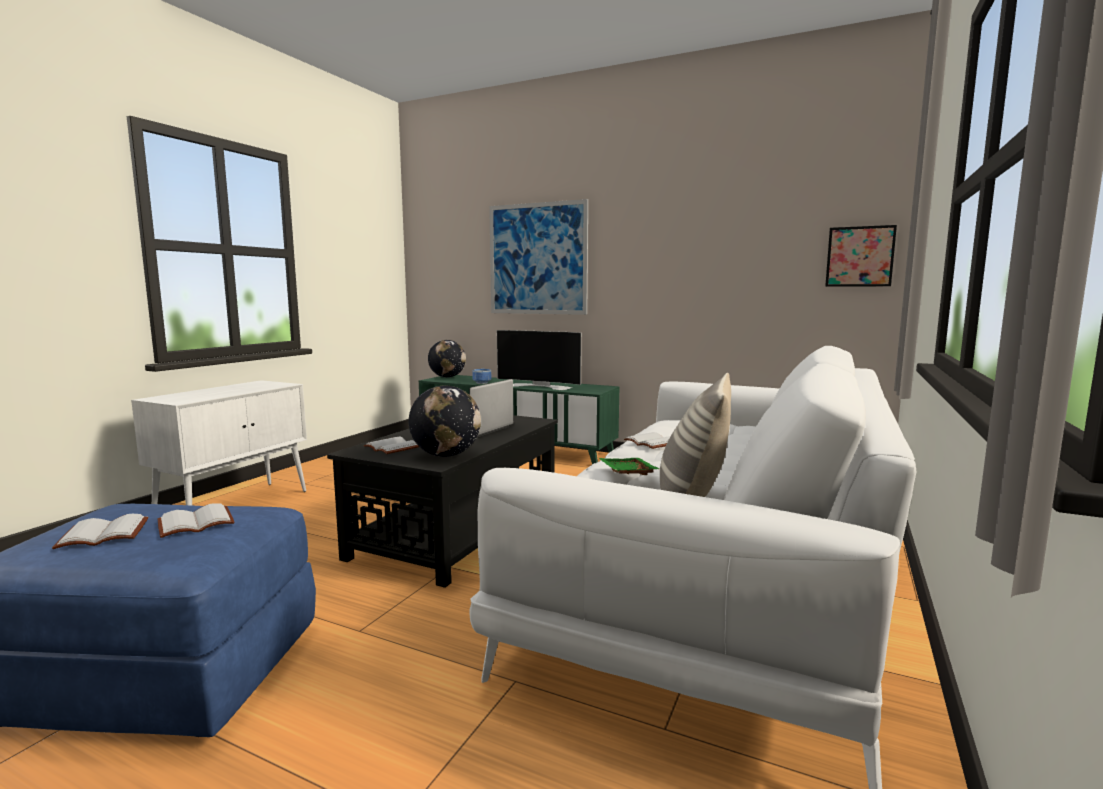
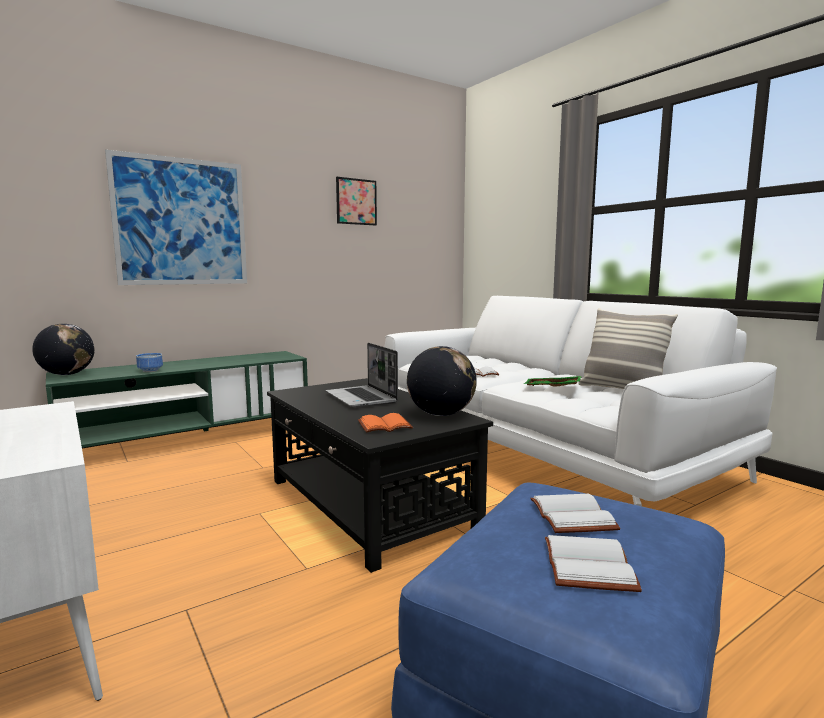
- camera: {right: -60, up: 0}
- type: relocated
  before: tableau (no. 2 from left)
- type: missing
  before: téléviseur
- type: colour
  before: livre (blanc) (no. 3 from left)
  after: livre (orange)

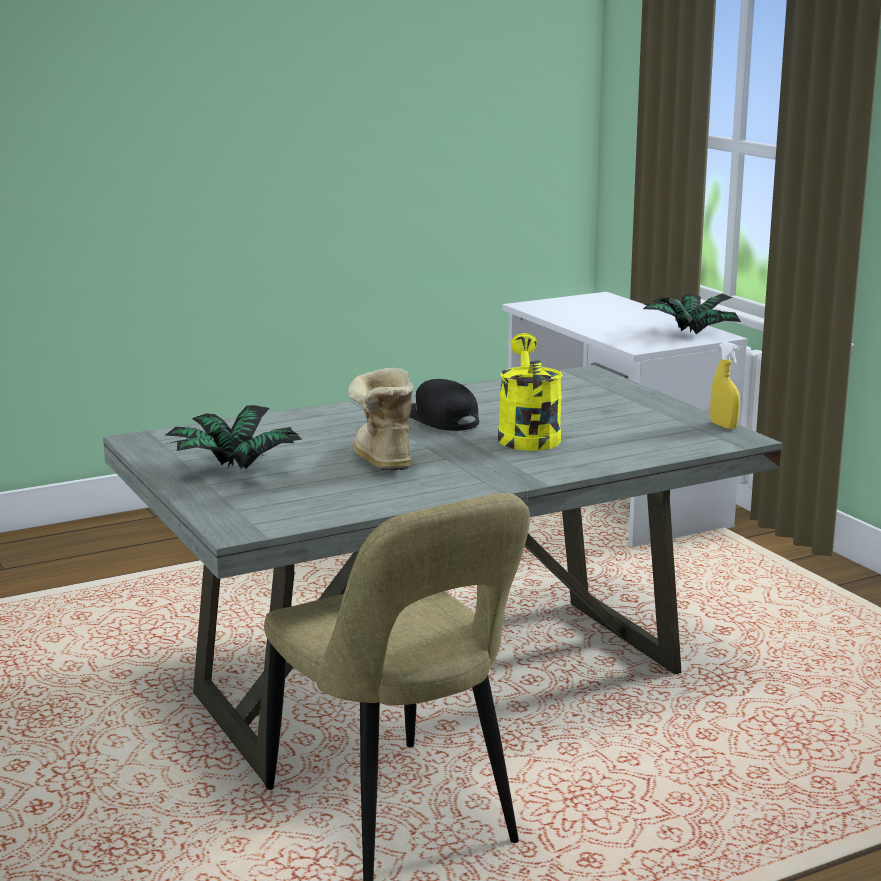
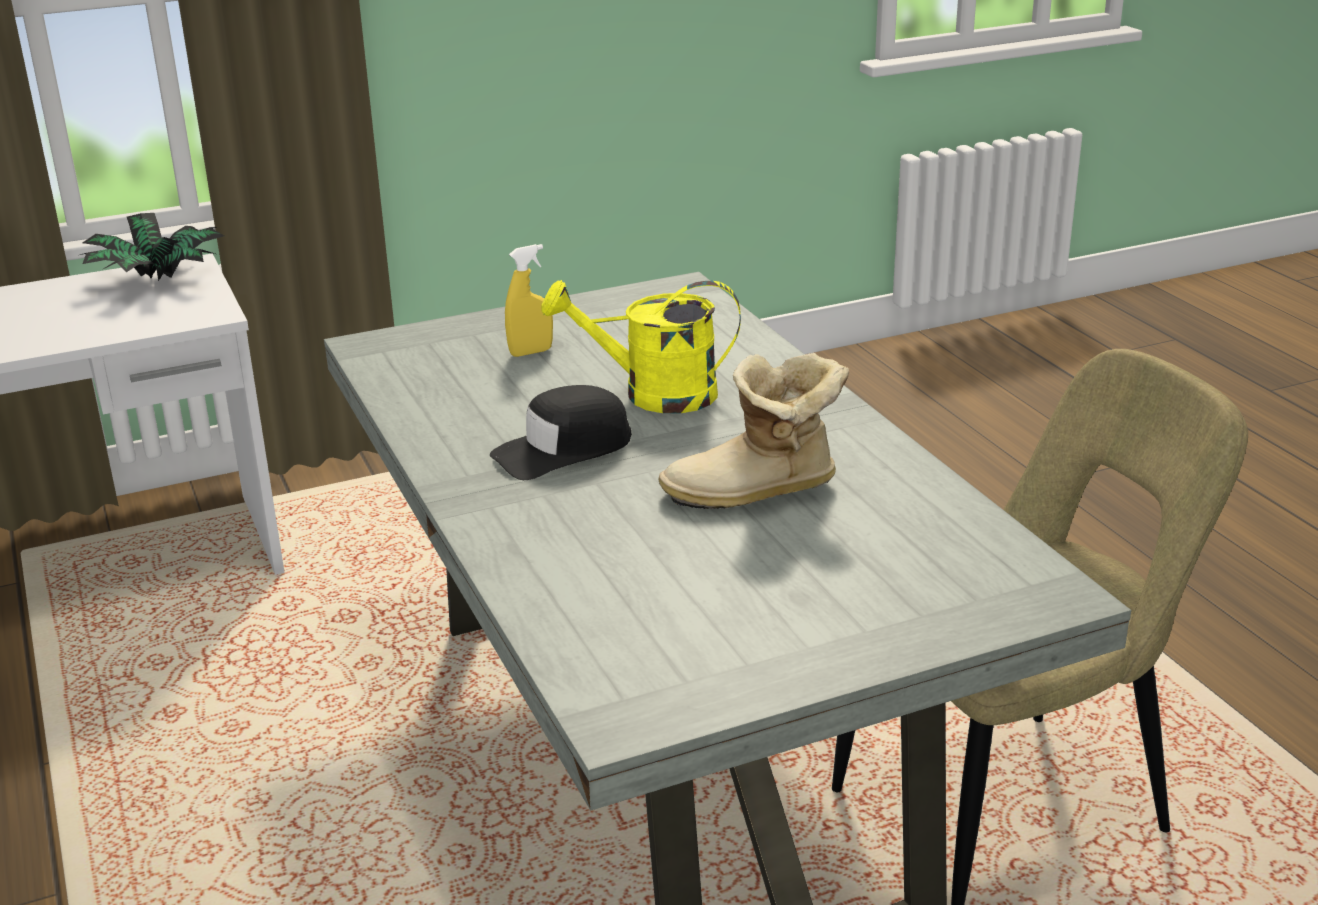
- camera: {right: -85, up: 10}
- type: relocated
  before: vaporisateur (jaune)
- type: missing
  before: plante en pot (no. 1 from left)

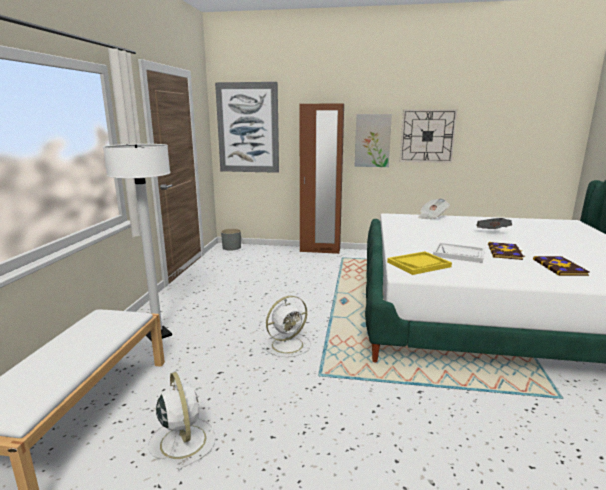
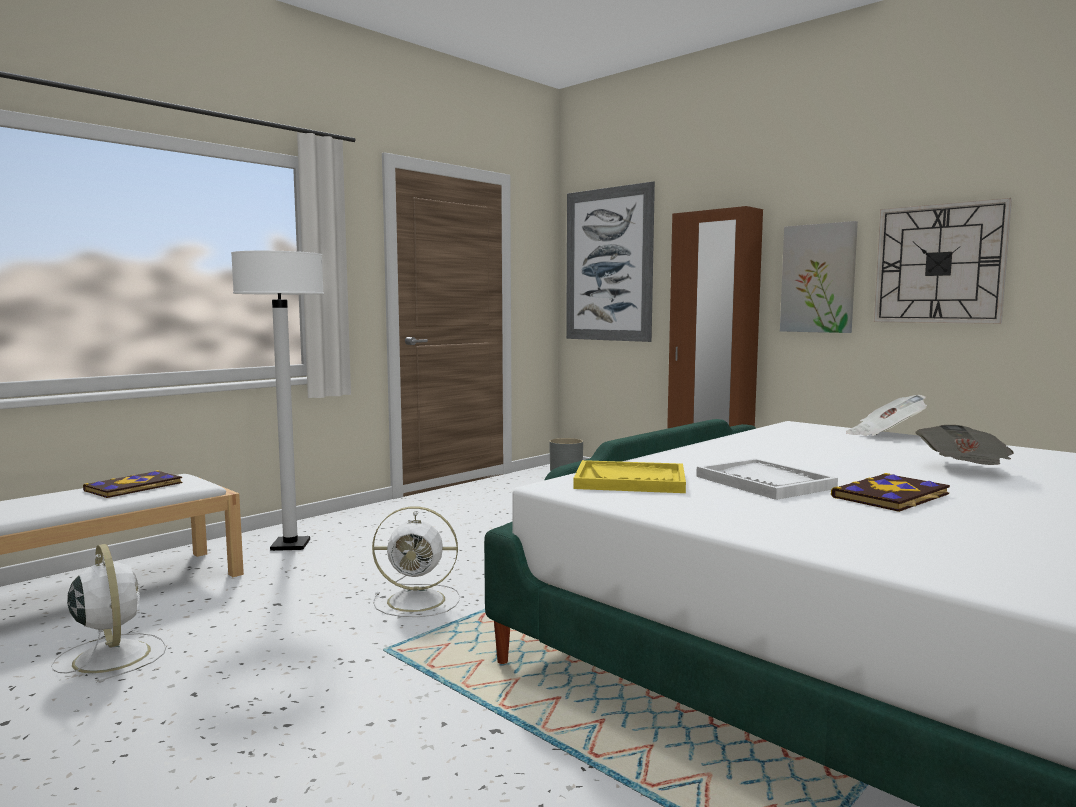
- camera: {right: 35, up: -10}
- type: relocated
  before: livre (no. 2 from left in the first image)
  after: livre (no. 1 from left)
- type: spun
  before: ventilateur (blanc) (no. 1 from left)
  turn: -45

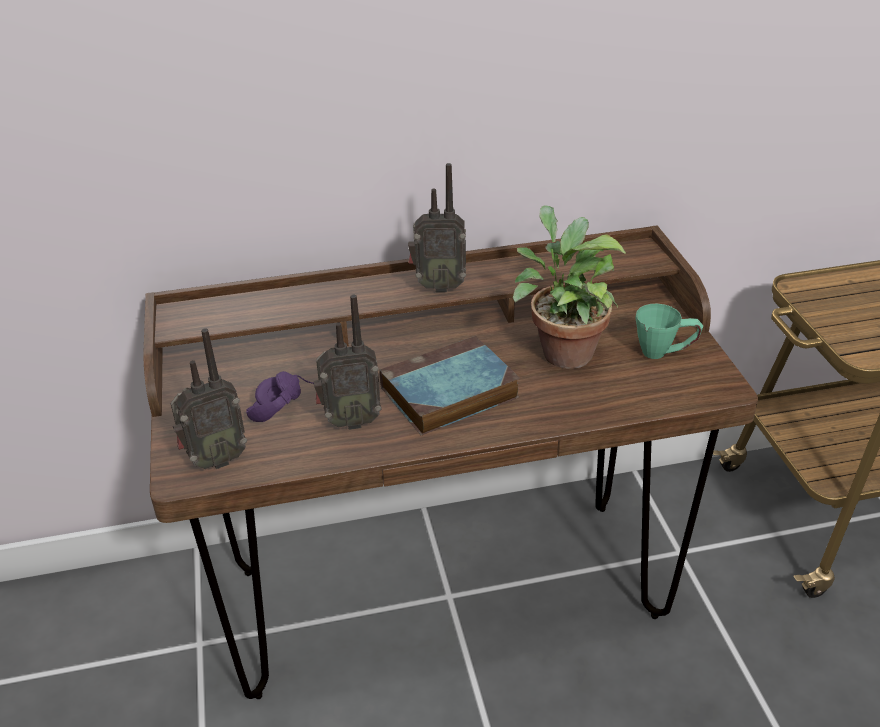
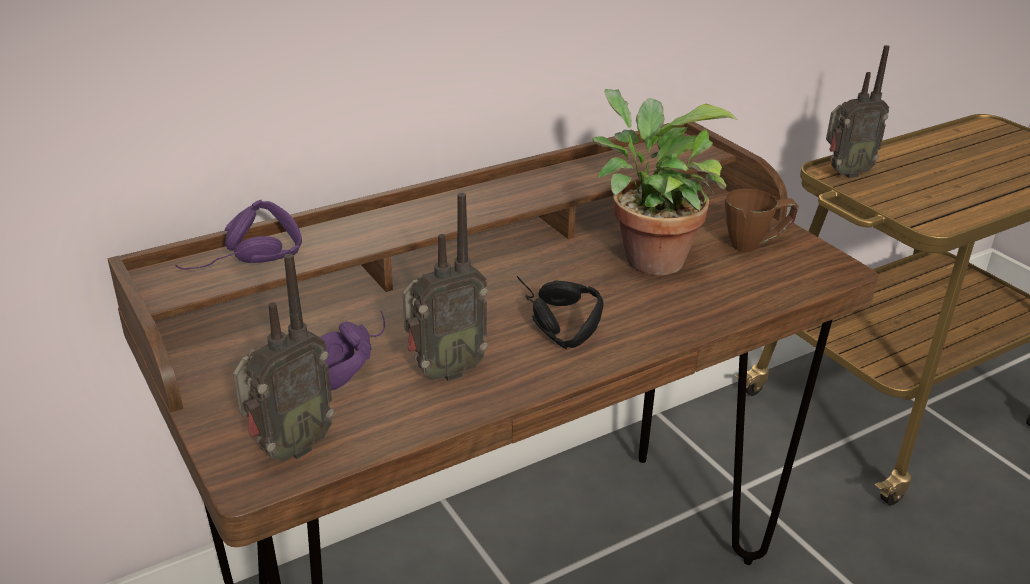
- camera: {right: -20, up: -5}
- type: relocated
  before: radio (no. 3 from left)
- type: colour
  before: mug (vert)
  after: mug (marron)
- type: exchanged
  before: livre
  after: casque audio (noir)
- type: appeared
  after: casque audio (violet) (no. 1 from left)

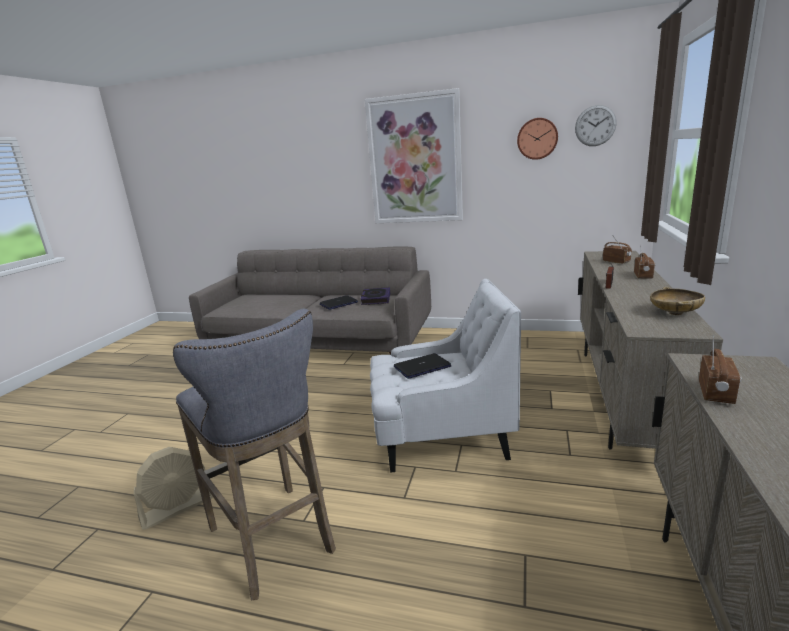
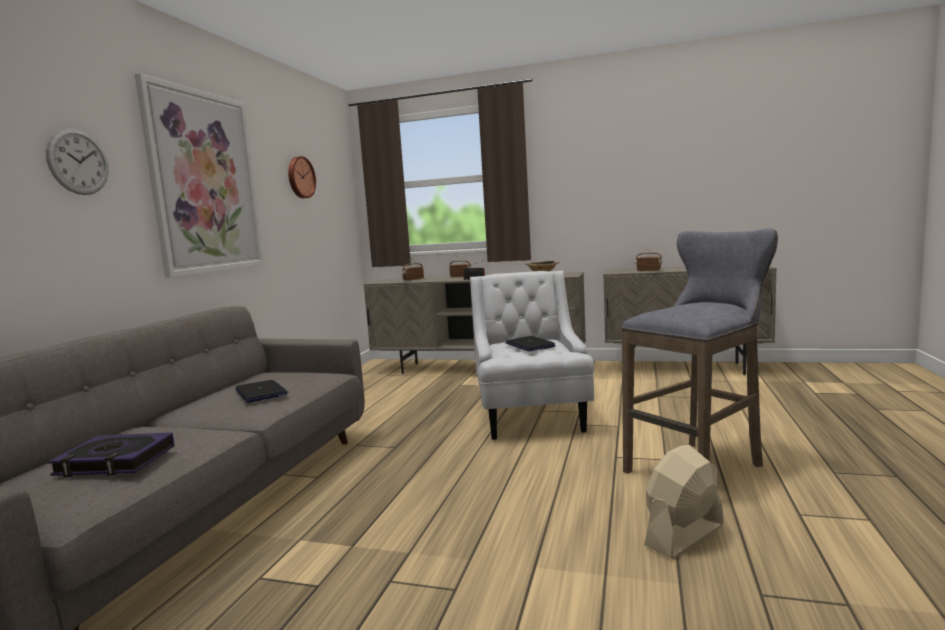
- camera: {right: -90, up: -10}
- type: relocated
  before: horloge murale (no. 2 from left in the first image)
  after: horloge murale (no. 1 from left)
- type: relocated
  before: livre
- type: spun
  before: ventilateur (beige)
  turn: -90

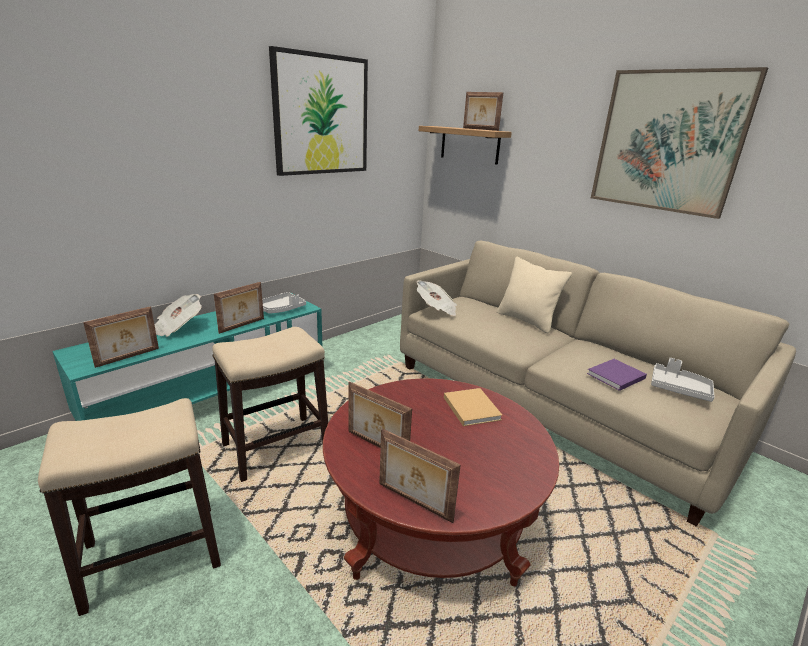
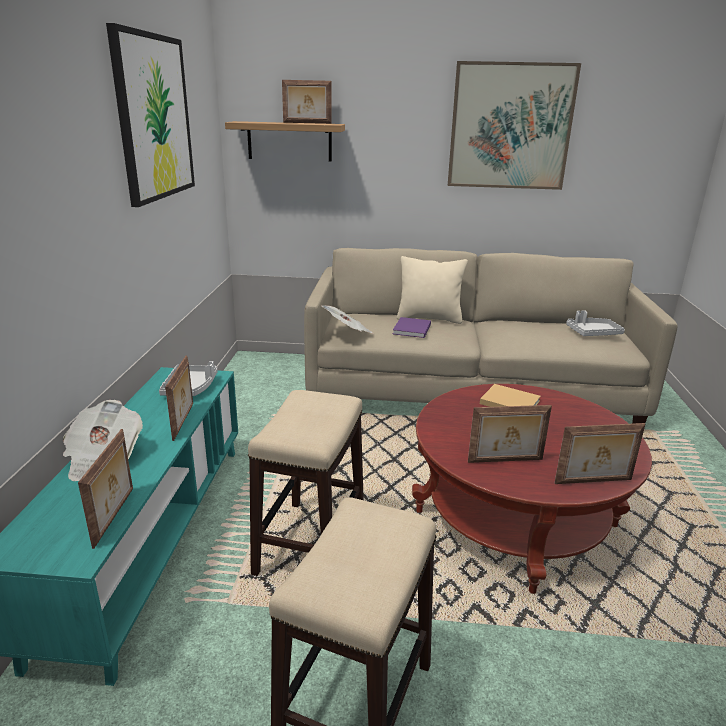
- camera: {right: -40, up: 0}
- type: relocated
  before: livre (violet)

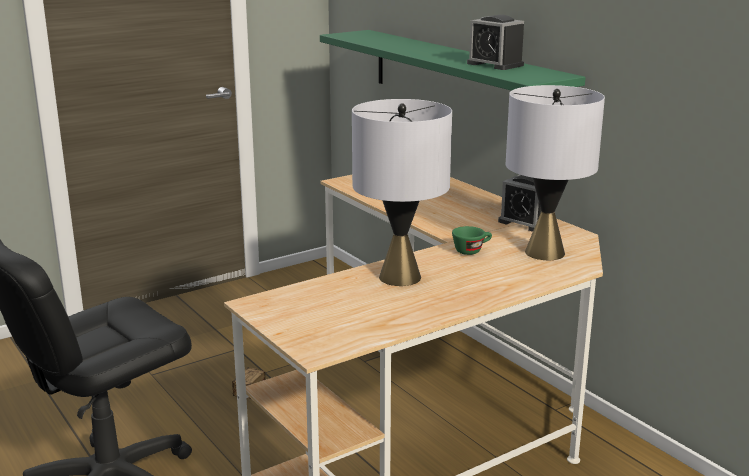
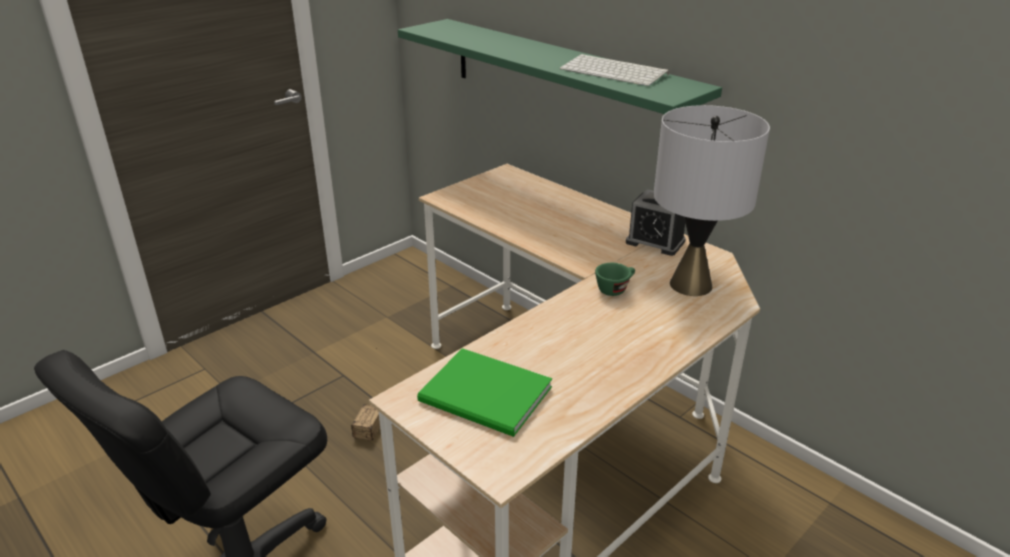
- camera: {right: -10, up: 10}
- type: exchanged
  before: réveil (no. 1 from left)
  after: clavier
- type: missing
  before: lampe de table (gris) (no. 1 from left)
- type: appeared
  after: livre (vert)

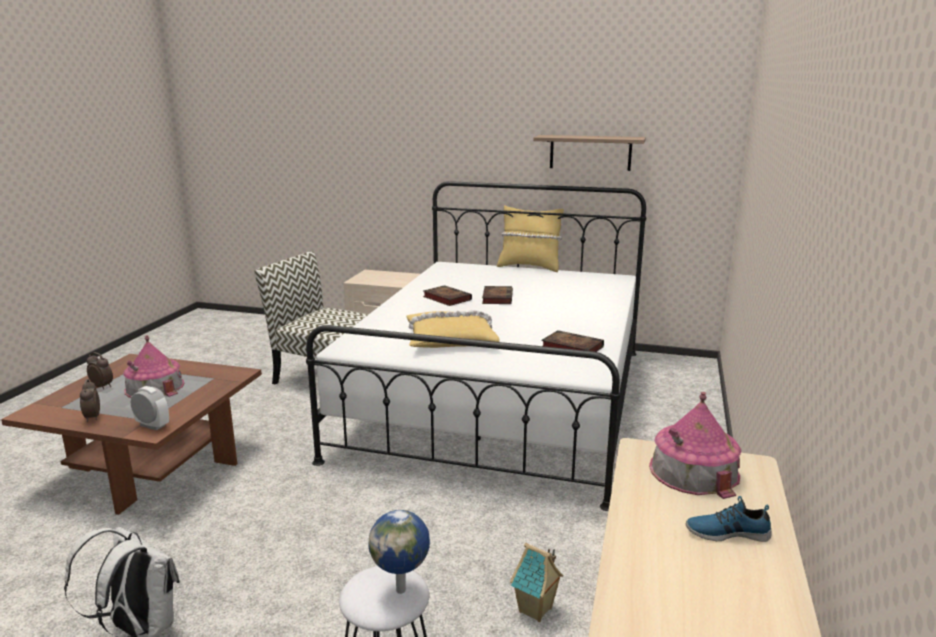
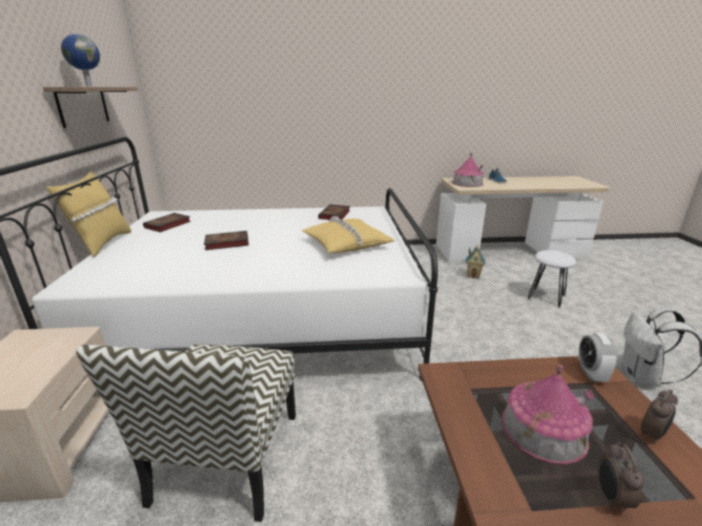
- camera: {right: -110, up: 5}
- type: relocated
  before: livre (no. 1 from left)
- type: relocated
  before: globe

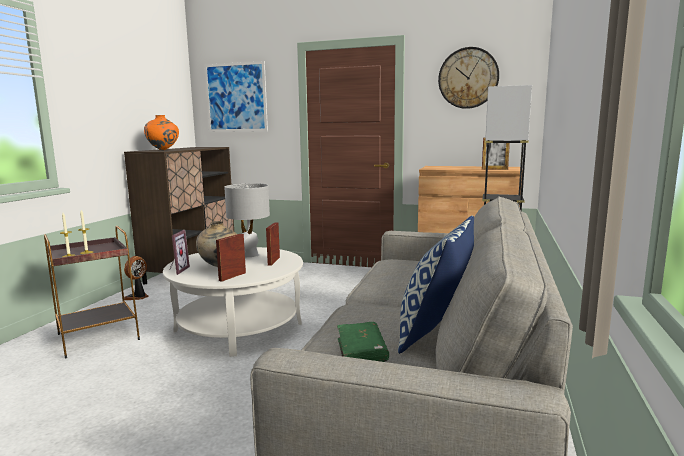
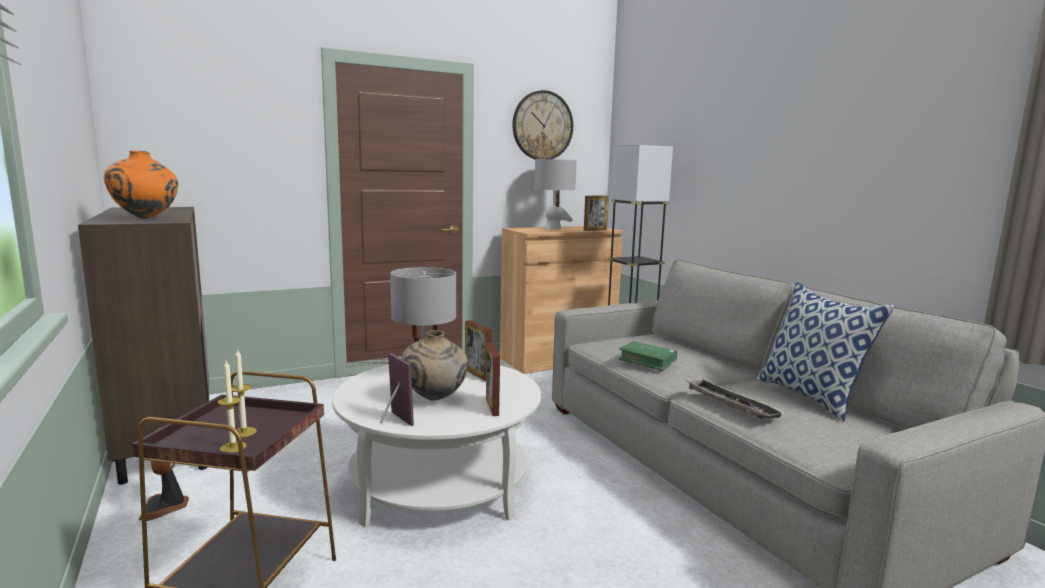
- camera: {right: -45, up: 0}
- type: missing
  before: tableau
- type: relocated
  before: livre (vert)
- type: appeared
  after: lampe de table (gris) (no. 2 from left)
- type: appeared
  after: plateau

